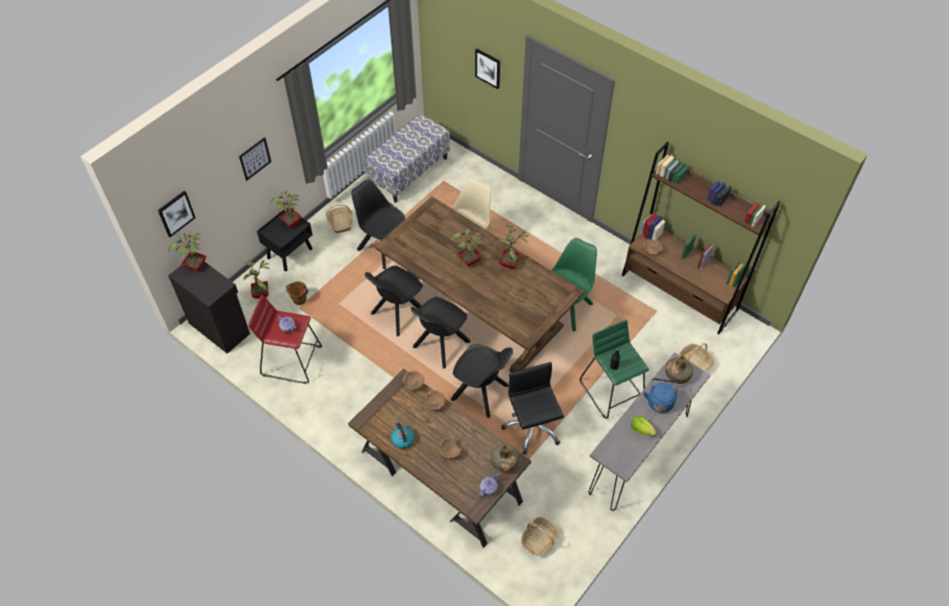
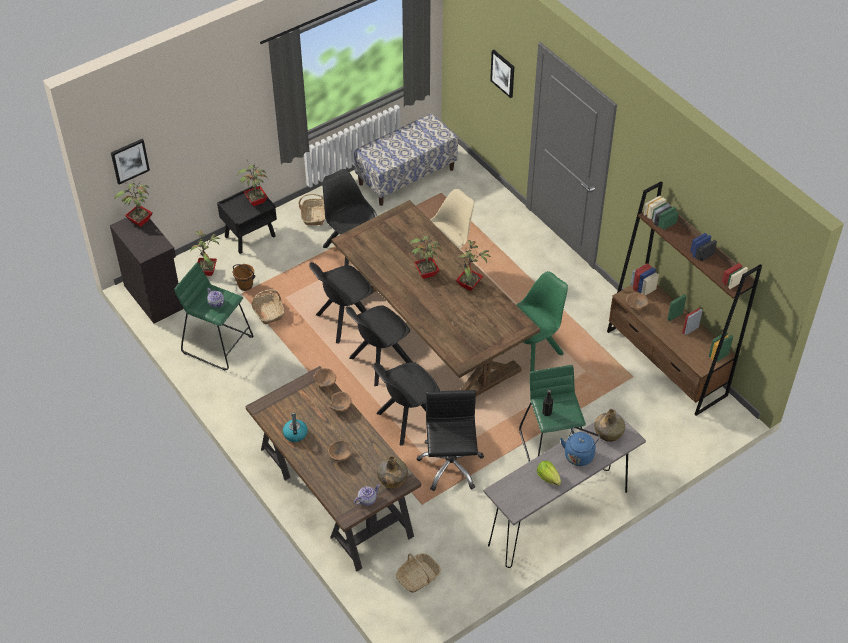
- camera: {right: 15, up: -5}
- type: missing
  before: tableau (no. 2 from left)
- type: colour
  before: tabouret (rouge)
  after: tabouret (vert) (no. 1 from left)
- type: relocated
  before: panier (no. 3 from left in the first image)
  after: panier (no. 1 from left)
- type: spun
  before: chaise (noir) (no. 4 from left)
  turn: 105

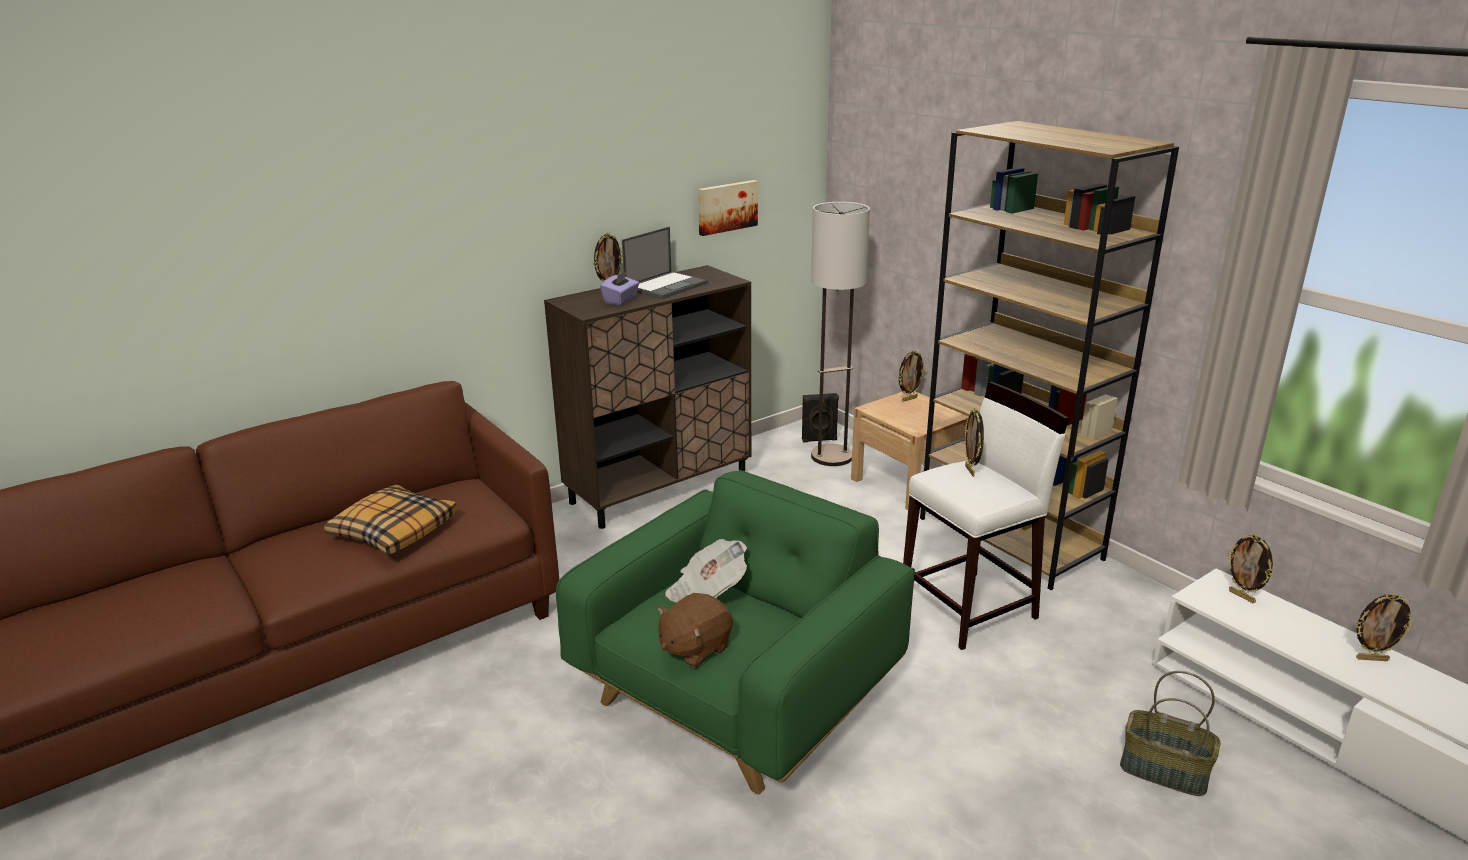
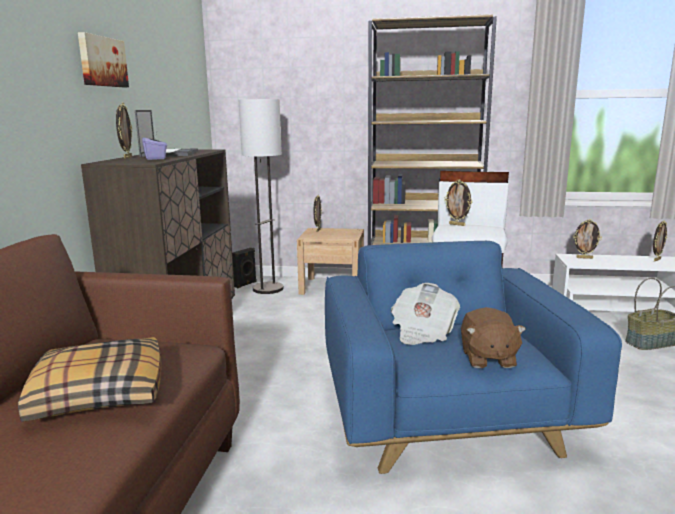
- camera: {right: -45, up: -10}
- type: relocated
  before: tableau
- type: colour
  before: fauteuil (vert)
  after: fauteuil (bleu)

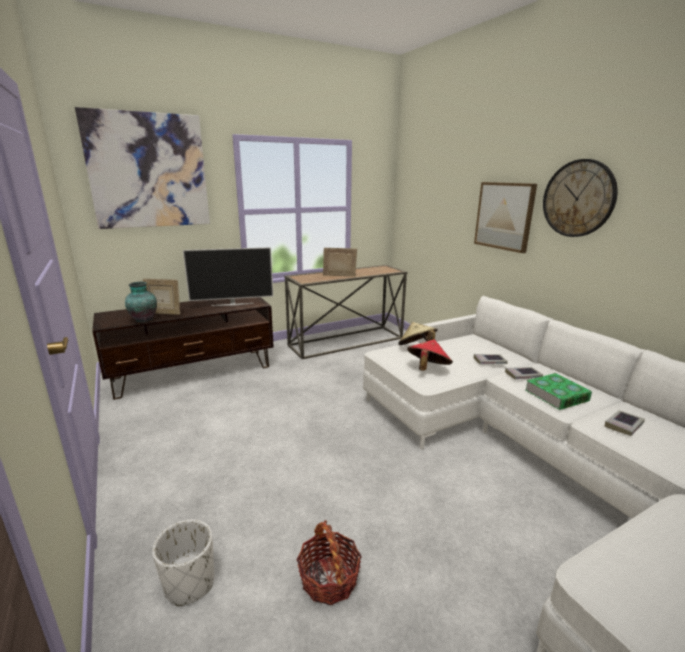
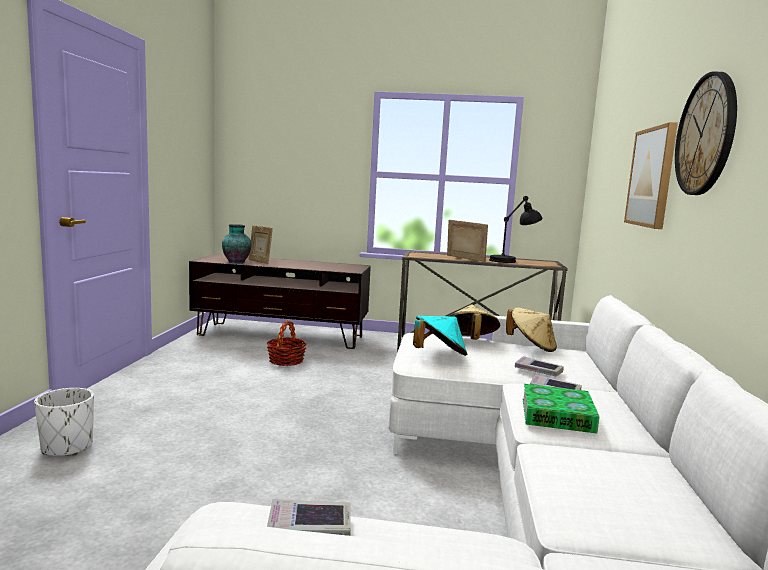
- camera: {right: 35, up: -10}
- type: missing
  before: tableau (no. 1 from left)
- type: missing
  before: téléviseur
- type: colour
  before: chapeau (rouge)
  after: chapeau (turquoise)
- type: relocated
  before: livre (no. 4 from left in the first image)
  after: livre (no. 1 from left)
- type: relocated
  before: panier
- type: appeared
  after: lampe de table (noir)
- type: appeared
  after: chapeau (beige) (no. 2 from left)

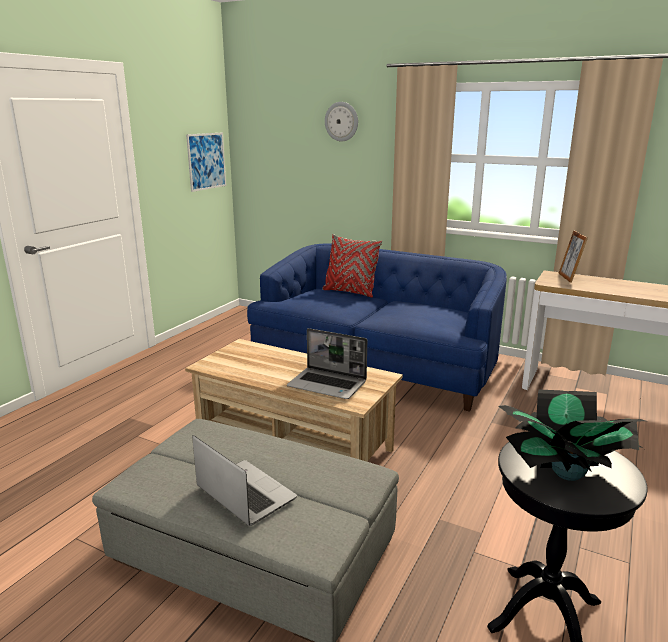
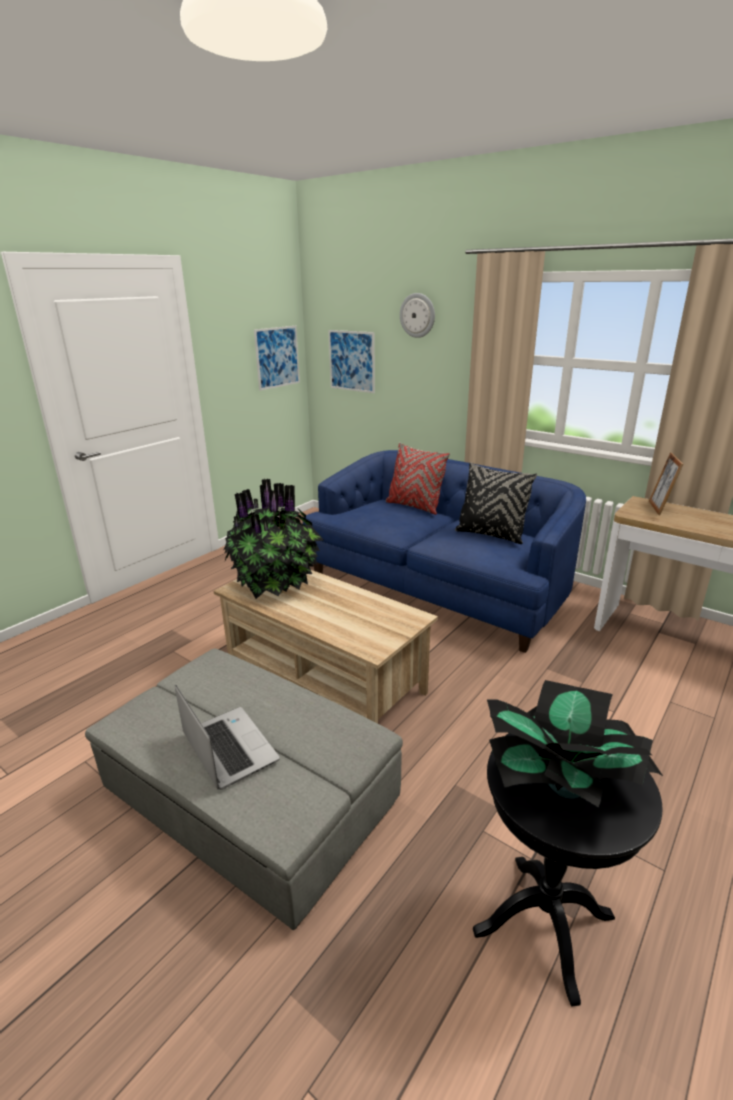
- camera: {right: 10, up: 5}
- type: missing
  before: ordinateur portable (no. 2 from left)
- type: appeared
  after: tableau (no. 2 from left)
- type: appeared
  after: coussin (noir)
- type: appeared
  after: plante en pot (no. 1 from left)

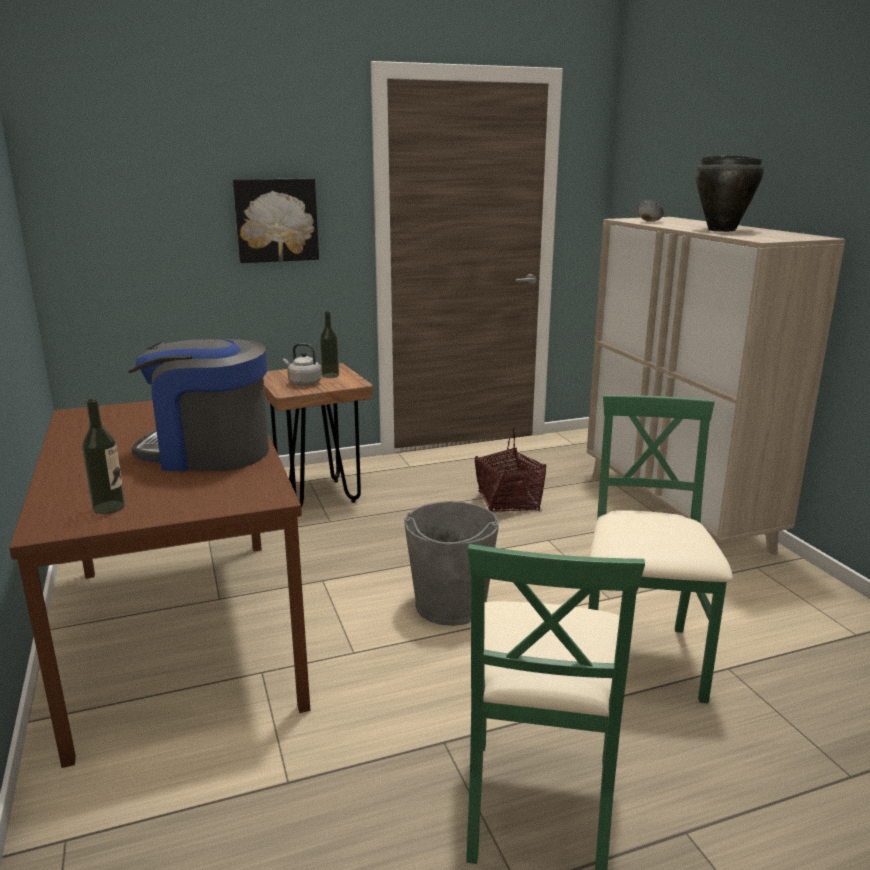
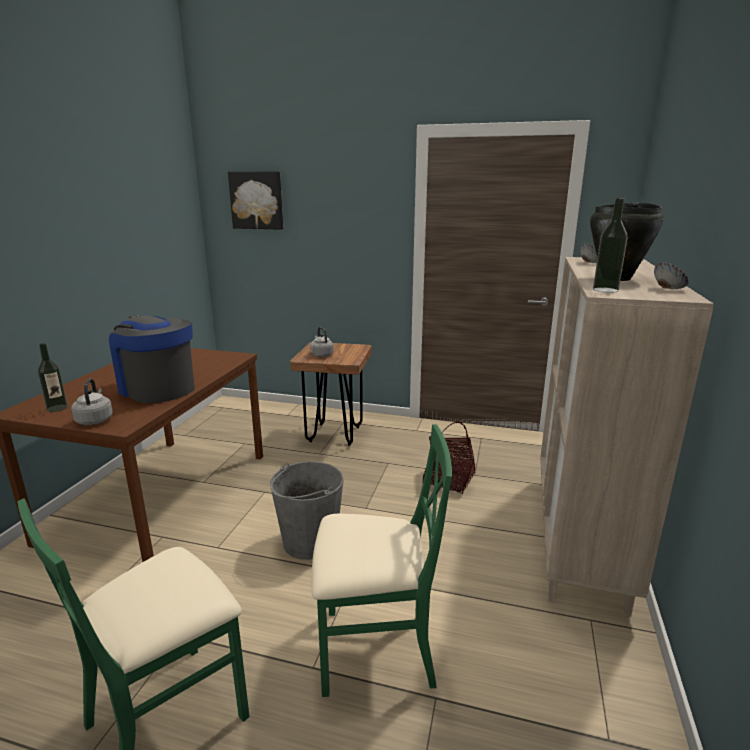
- camera: {right: 35, up: 0}
- type: relocated
  before: tableau
- type: relocated
  before: bouteille (no. 2 from left)
- type: spun
  before: chaise (vert) (no. 2 from left)
  turn: 45
- type: appeared
  after: bol (no. 2 from left)
- type: appeared
  after: bouilloire (gris) (no. 1 from left)

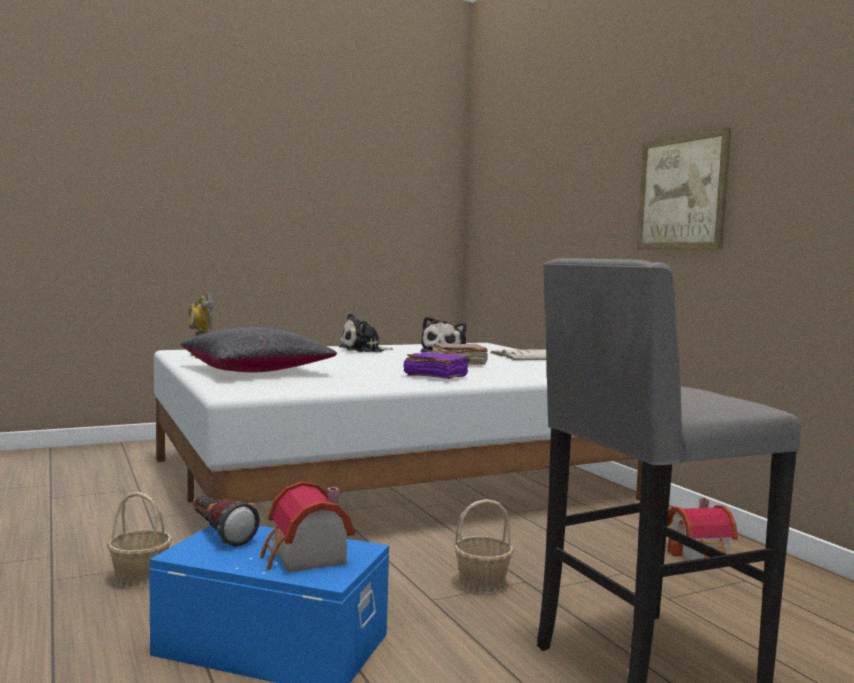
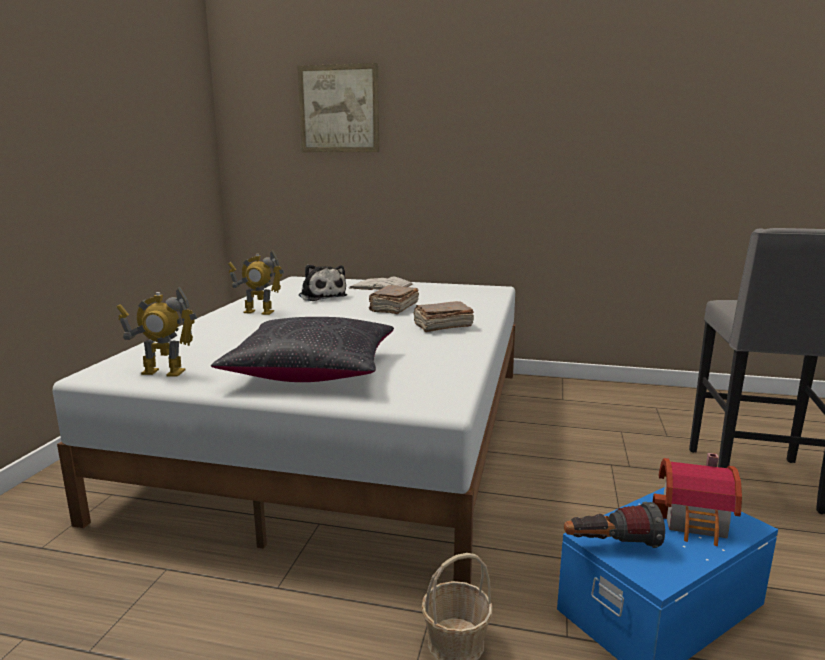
- camera: {right: -50, up: 10}
- type: relocated
  before: tableau
- type: exchanged
  before: peluche (no. 1 from left)
  after: robot jouet (no. 2 from left)
- type: colour
  before: livre (violet)
  after: livre (marron) (no. 2 from left)
- type: missing
  before: maison miniature (no. 2 from left)
- type: missing
  before: panier (no. 2 from left)

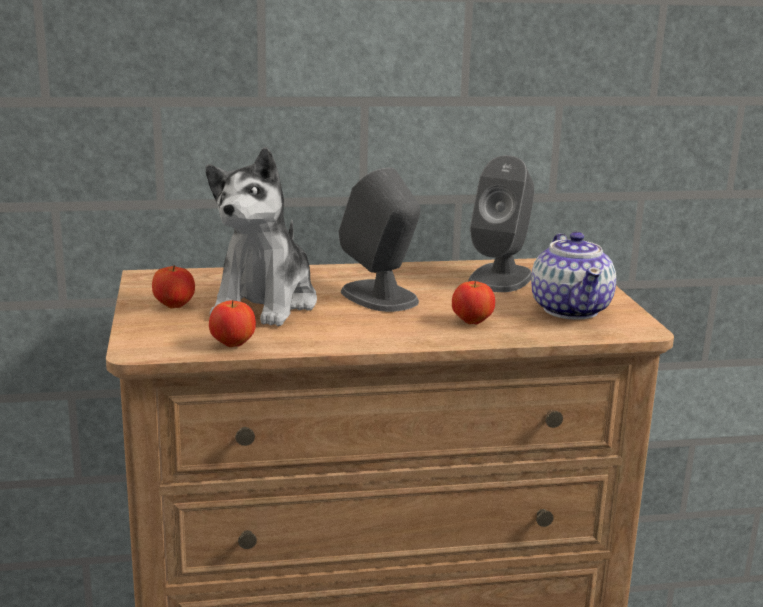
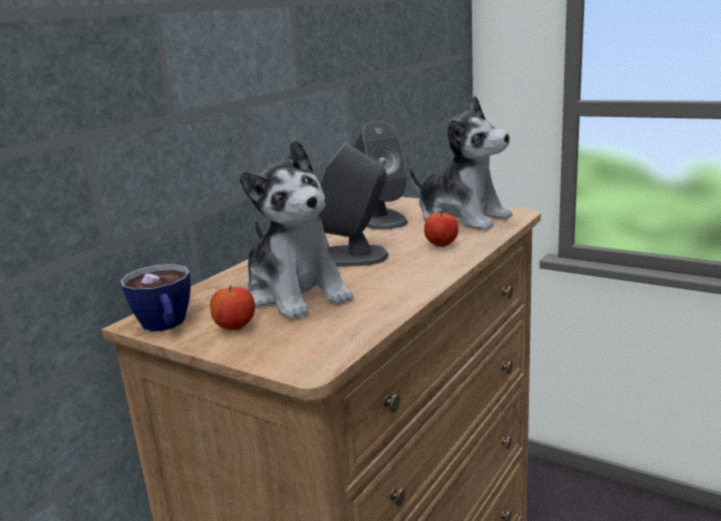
- camera: {right: -45, up: 0}
- type: exchanged
  before: théière
  after: peluche (no. 2 from left)
- type: missing
  before: pomme (no. 2 from left)
- type: appeared
  after: tasse

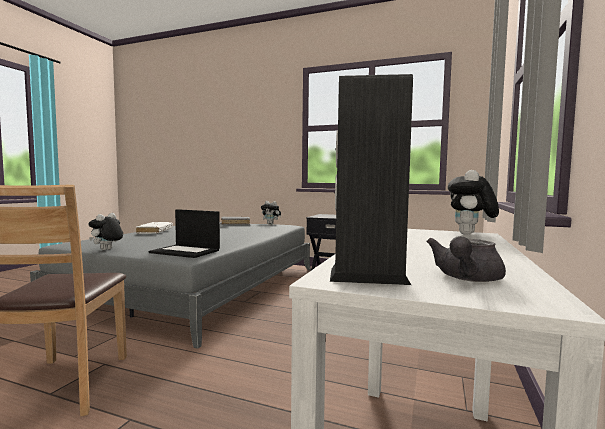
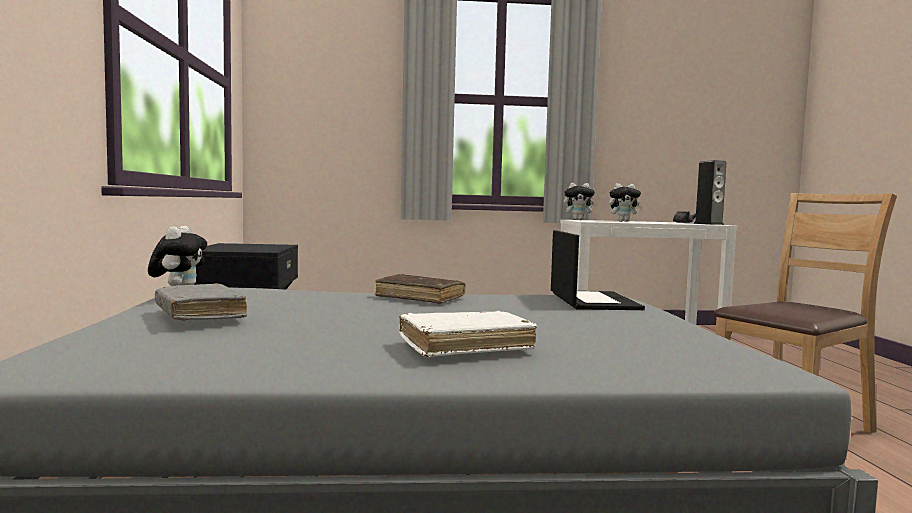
- camera: {right: -115, up: 0}
- type: relocated
  before: peluche (no. 1 from left in the first image)
  after: peluche (no. 3 from left)
- type: appeared
  after: livre (marron)

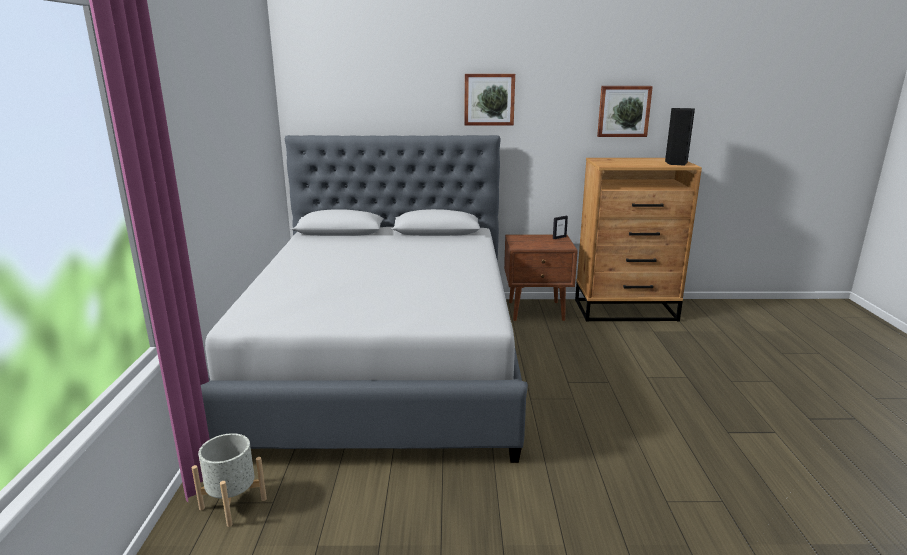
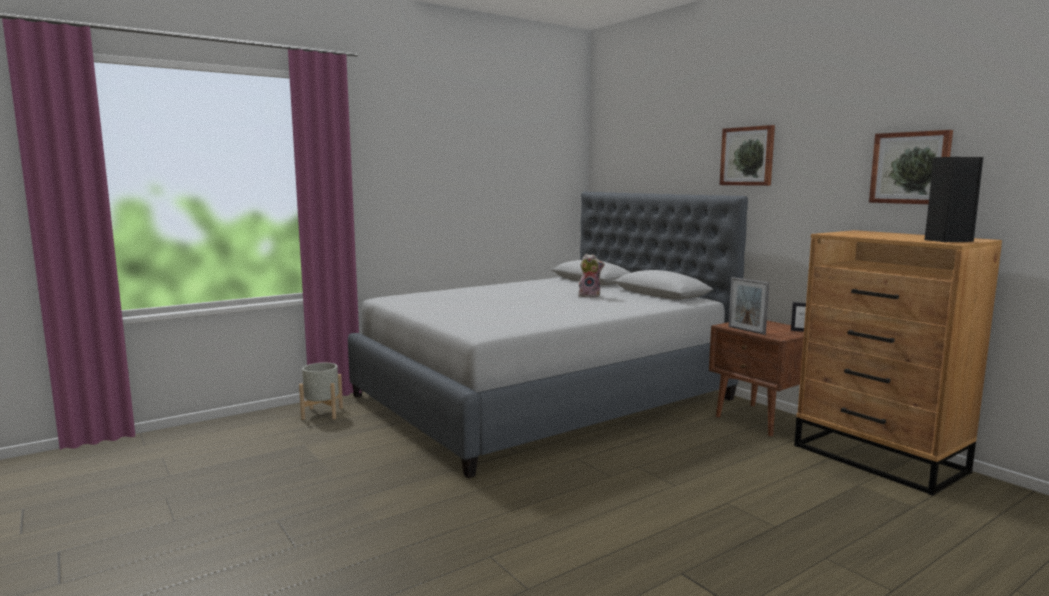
- camera: {right: 55, up: -10}
- type: appeared
  after: peluche
- type: appeared
  after: cadre photo (no. 1 from left)

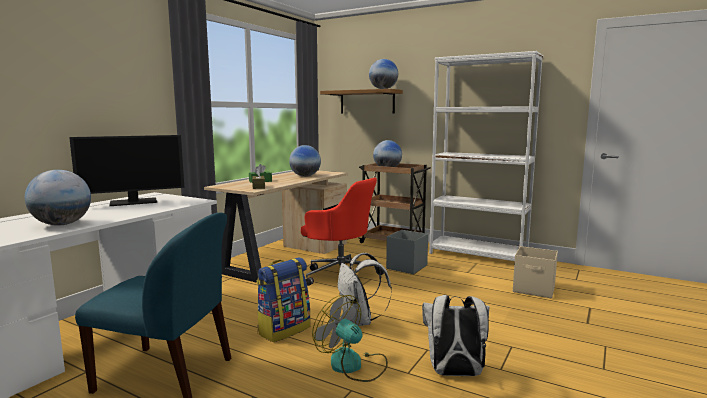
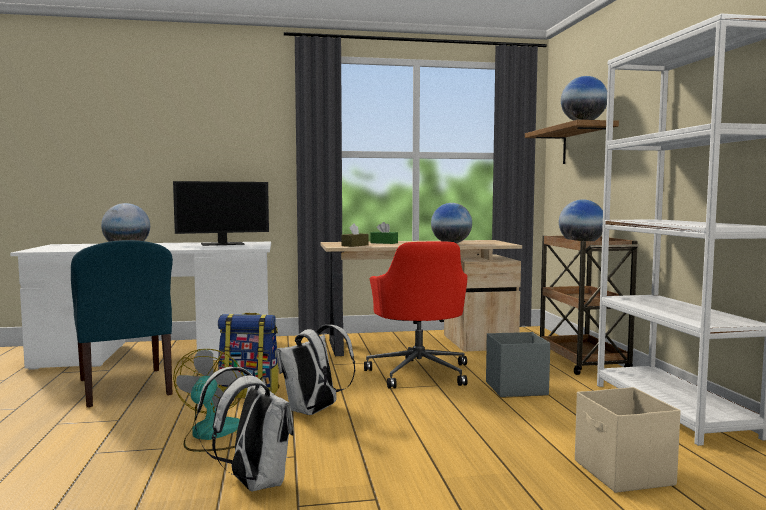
- camera: {right: 50, up: -5}
- type: spun
  before: écran d'ordinateur
  turn: -45

